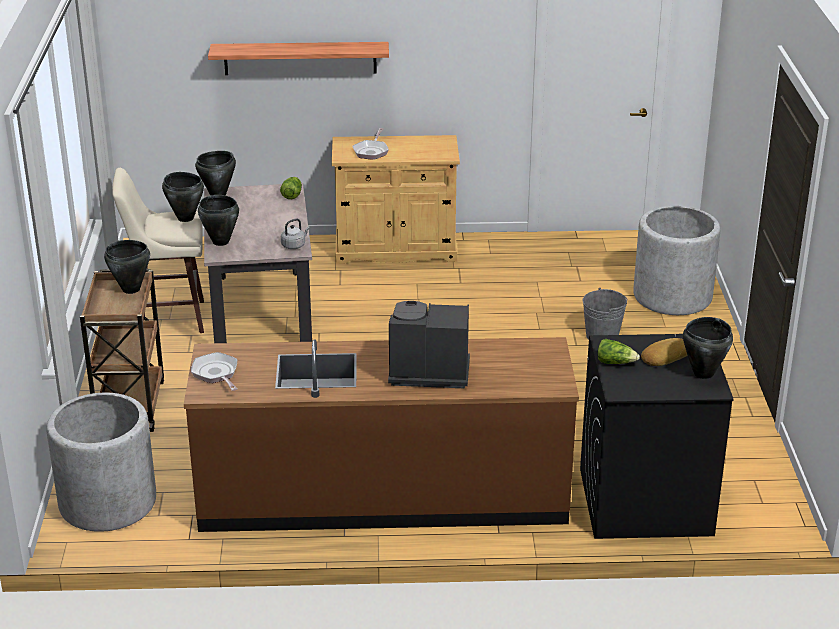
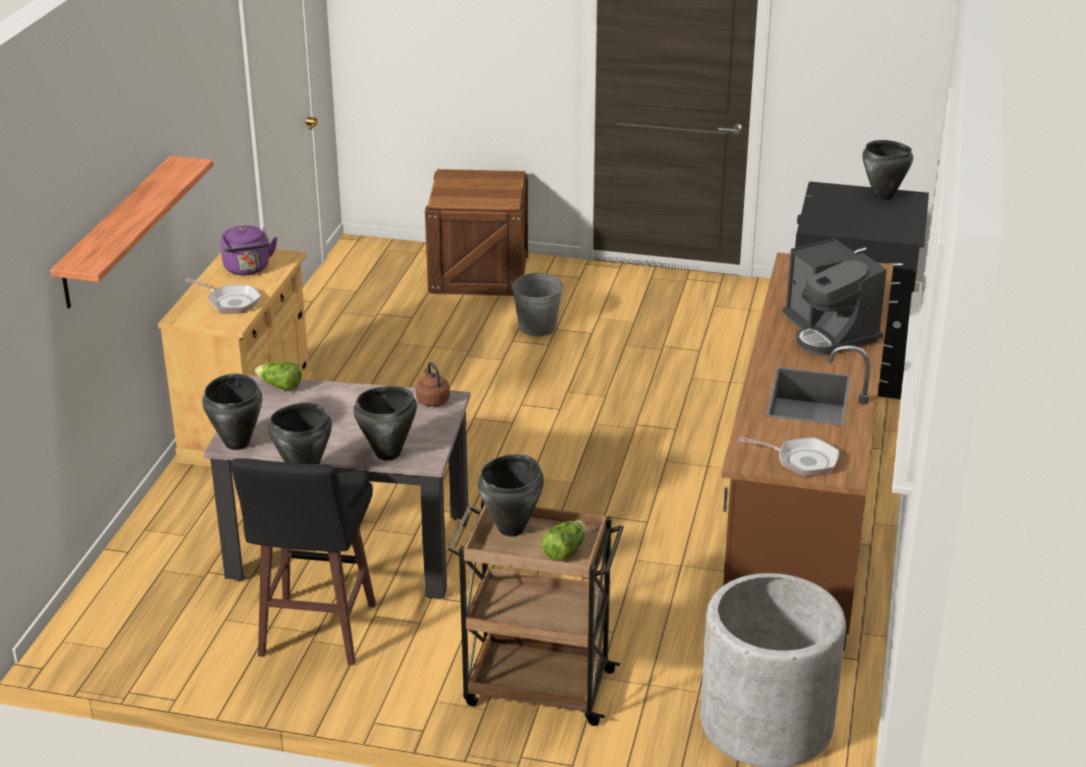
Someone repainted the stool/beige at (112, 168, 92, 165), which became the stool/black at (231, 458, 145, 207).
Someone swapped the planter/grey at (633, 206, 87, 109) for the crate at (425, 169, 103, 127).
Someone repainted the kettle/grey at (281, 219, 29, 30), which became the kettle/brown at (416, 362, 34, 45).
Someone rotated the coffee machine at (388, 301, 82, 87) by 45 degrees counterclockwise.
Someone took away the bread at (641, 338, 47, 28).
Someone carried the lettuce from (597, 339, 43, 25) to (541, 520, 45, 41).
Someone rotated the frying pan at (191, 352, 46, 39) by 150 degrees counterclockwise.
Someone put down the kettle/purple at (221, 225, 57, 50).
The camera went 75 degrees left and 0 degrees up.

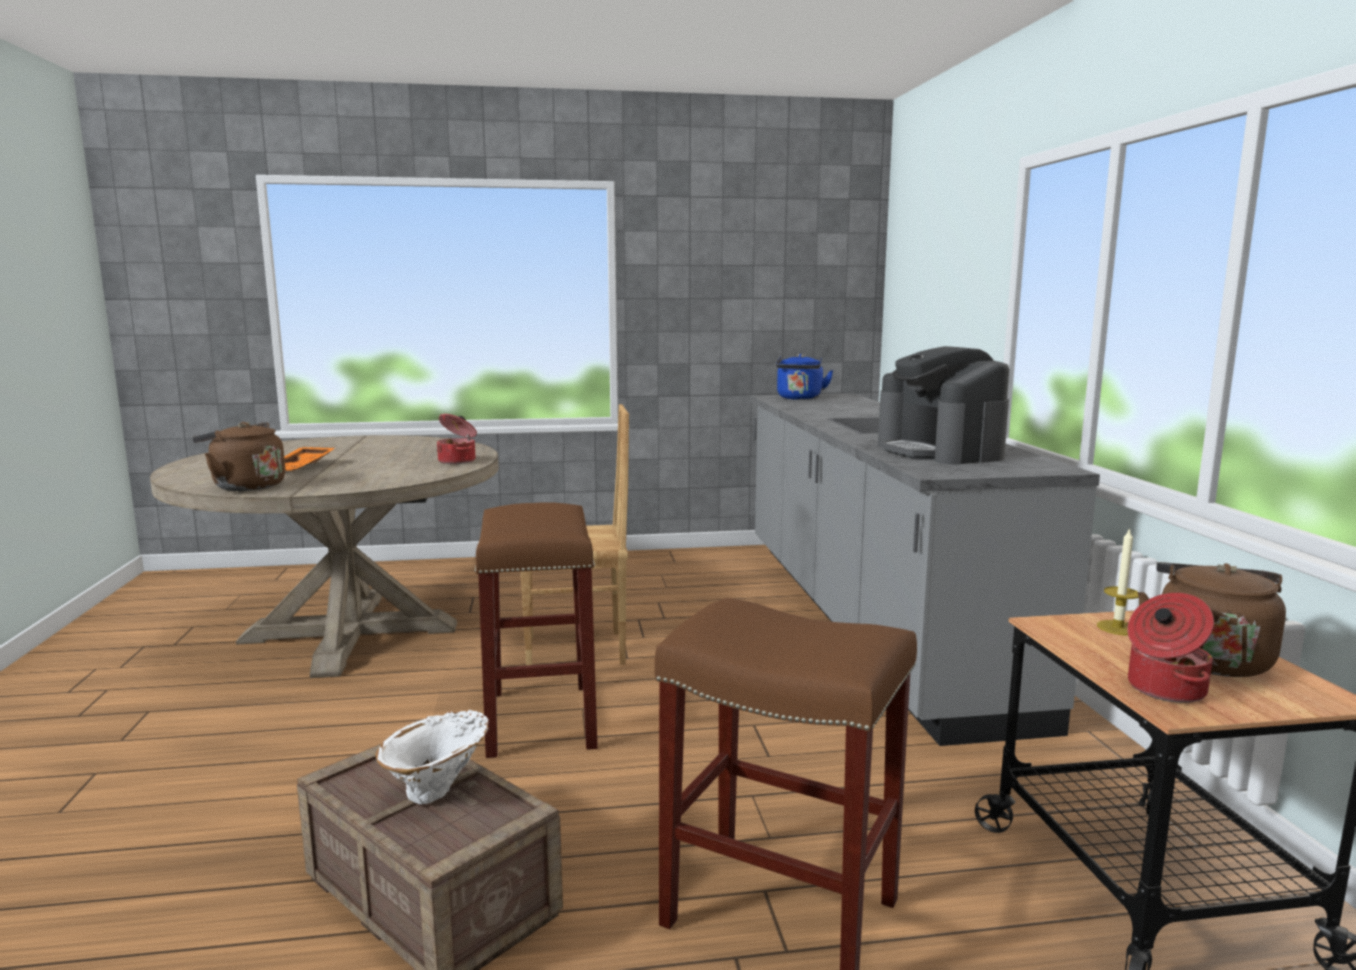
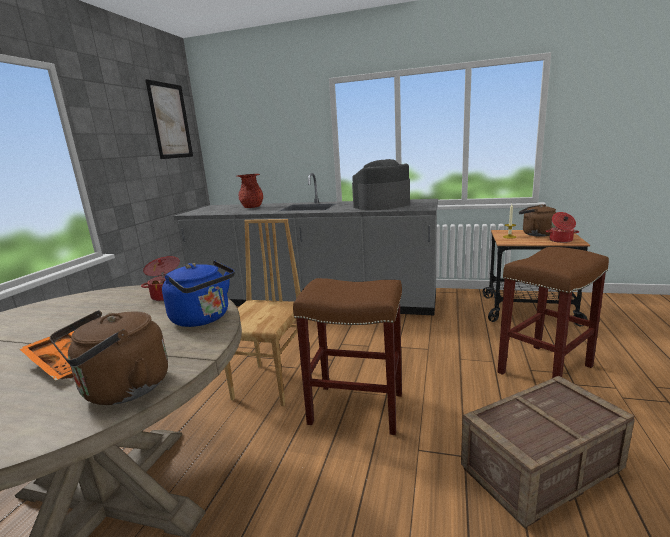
Someone rotated the coffee machine at (878, 346, 131, 119) by 150 degrees clockwise.
Someone carried the kettle/blue from (776, 354, 58, 46) to (162, 260, 73, 67).
Someone took away the vase/white at (376, 710, 113, 95).
Someone put up the picture at (145, 79, 48, 80).
Someone put down the vase/red at (237, 174, 27, 34).
The camera went 65 degrees left and 5 degrees up.

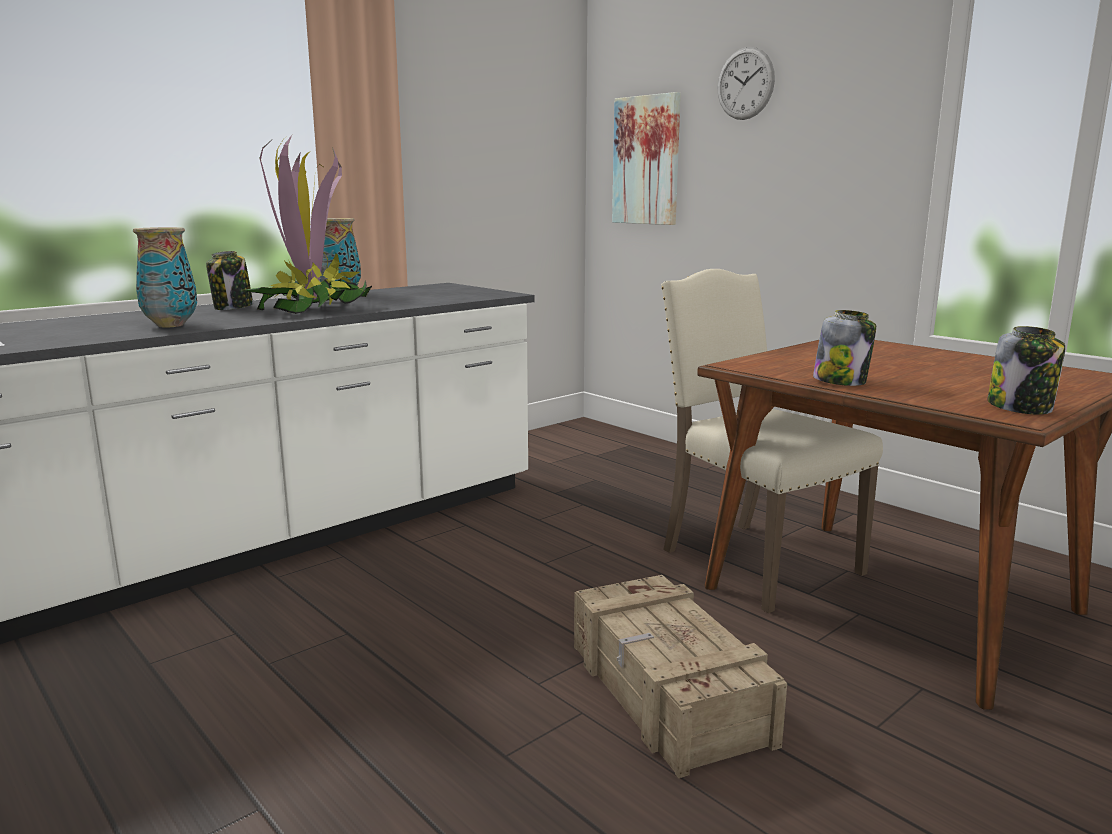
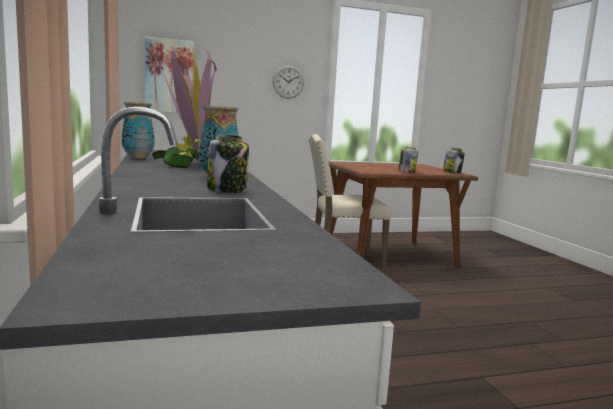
Someone carried the wall clock from (718, 47, 57, 73) to (273, 65, 31, 34).
Someone carried the jar from (206, 251, 47, 59) to (207, 135, 42, 58).
Someone took away the crate at (574, 575, 213, 203).
The camera went 65 degrees left and 5 degrees down.

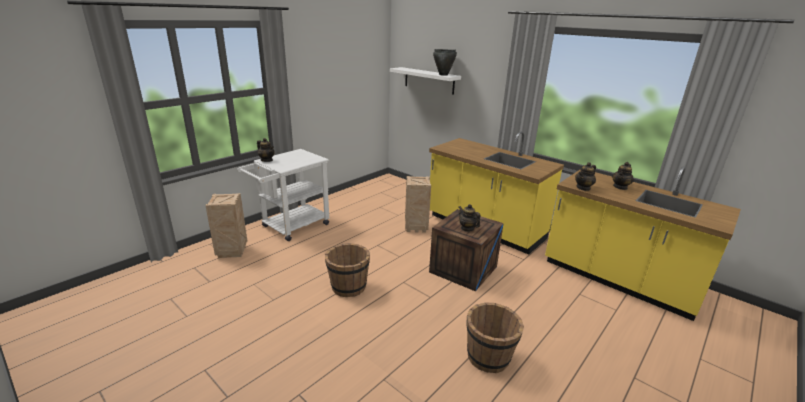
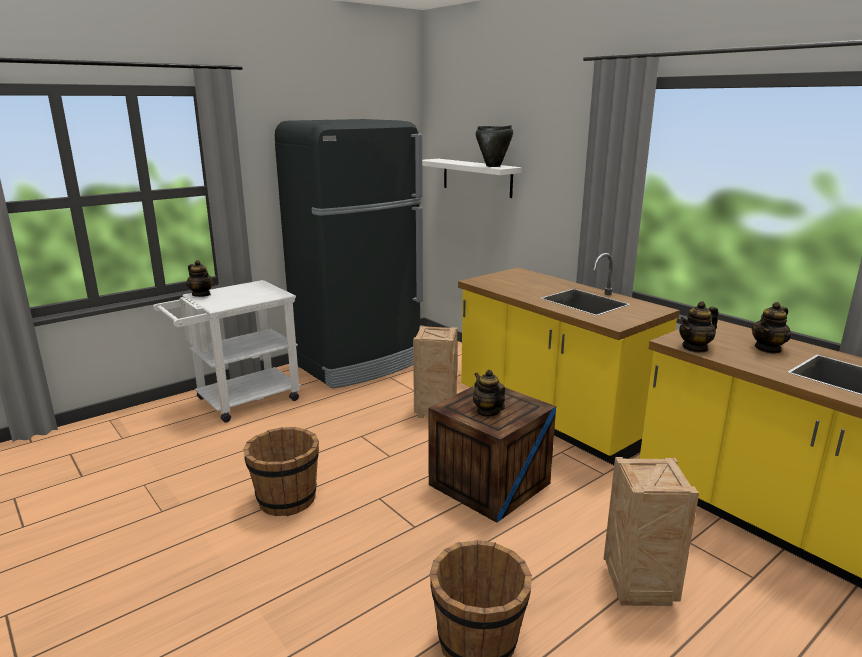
Someone carried the crate from (205, 193, 42, 65) to (603, 457, 96, 149).
Someone put down the fridge/black at (275, 119, 148, 270).
The camera went 10 degrees right and 5 degrees down.

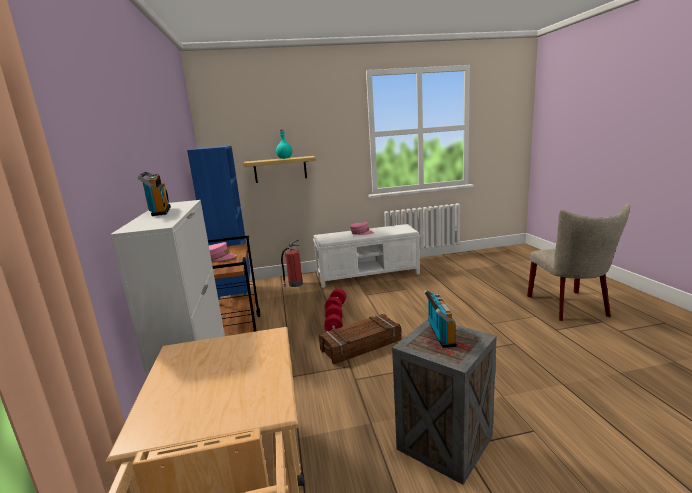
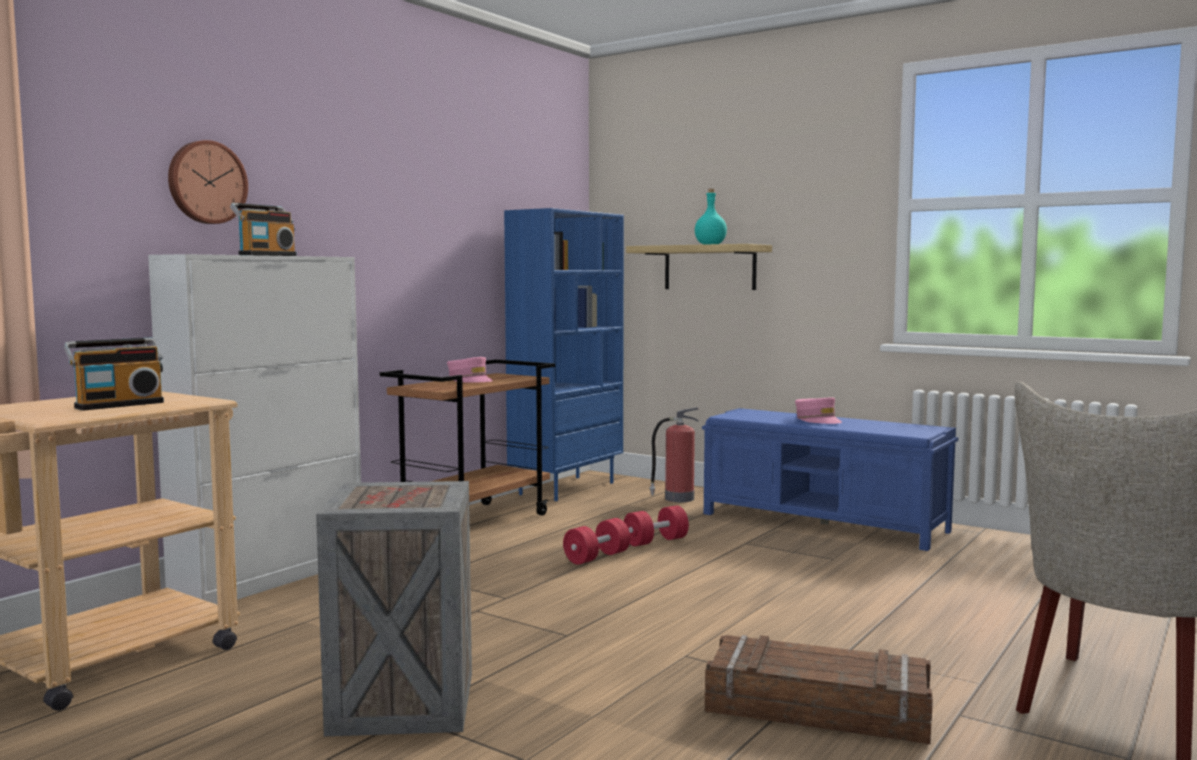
Someone repainted the bench/white at (313, 224, 108, 64), which became the bench/blue at (702, 408, 256, 143).
Someone carried the radio from (424, 289, 33, 59) to (64, 338, 100, 73).
Someone carried the crate from (319, 314, 82, 50) to (705, 635, 228, 110).
Someone put up the wall clock at (168, 140, 80, 84).
The camera went 45 degrees right and 10 degrees down.

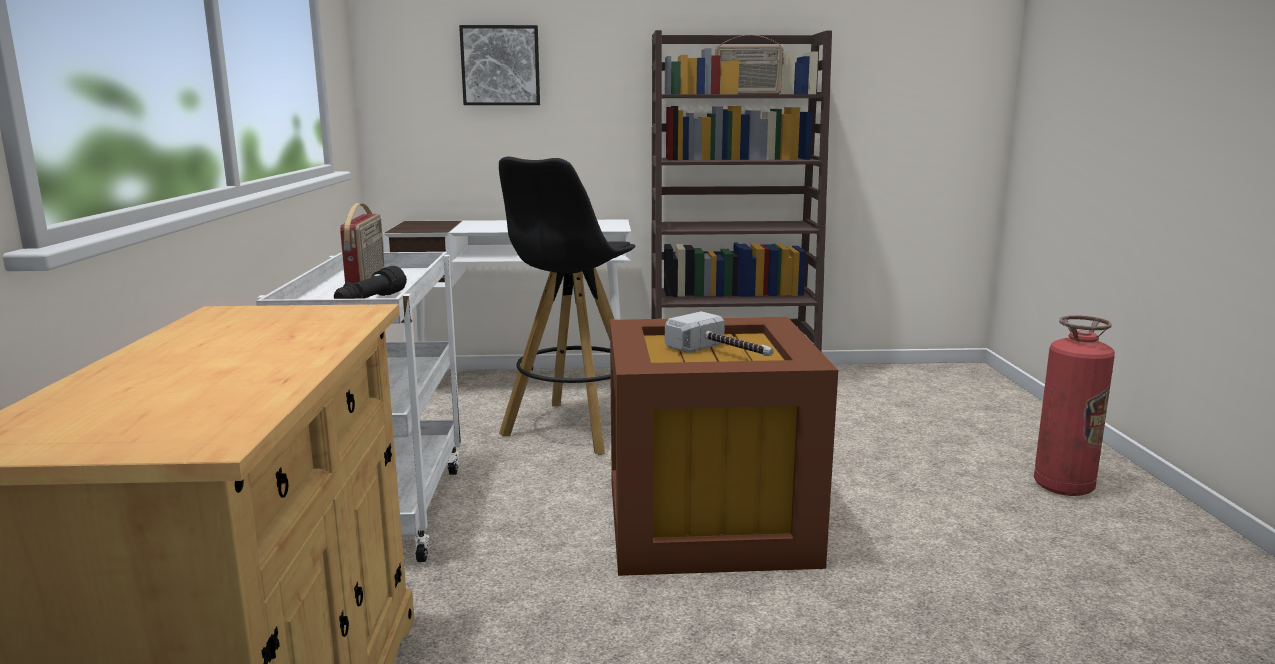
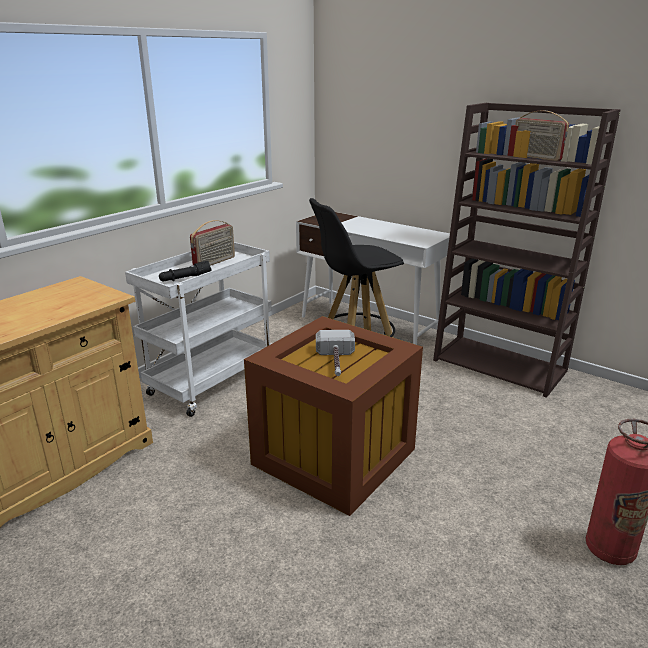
Someone took away the picture at (459, 25, 81, 80).
The camera went 40 degrees right and 10 degrees up.

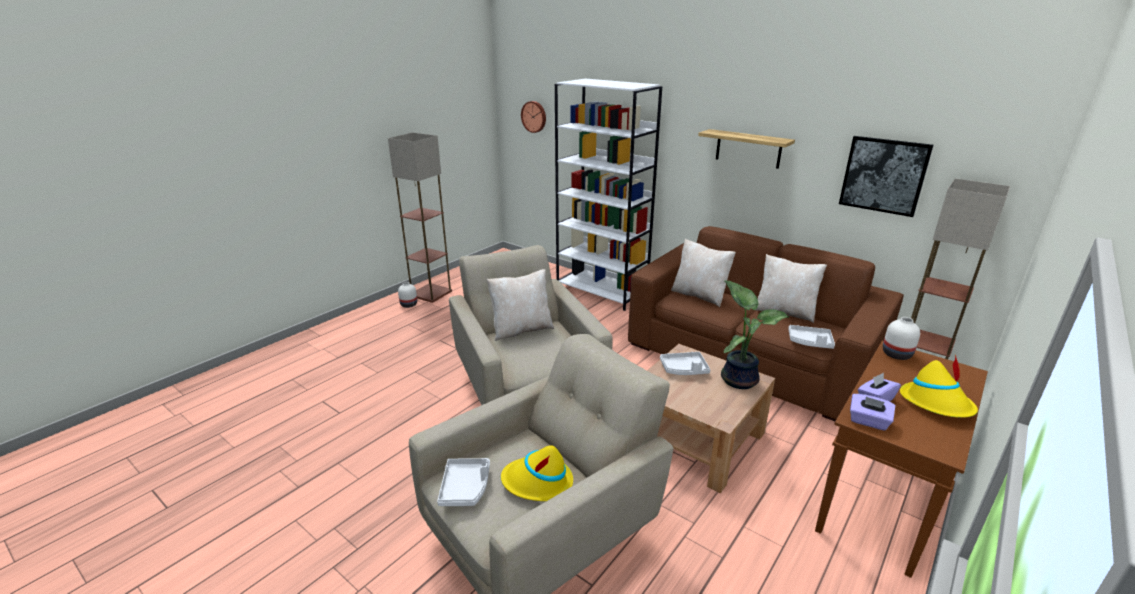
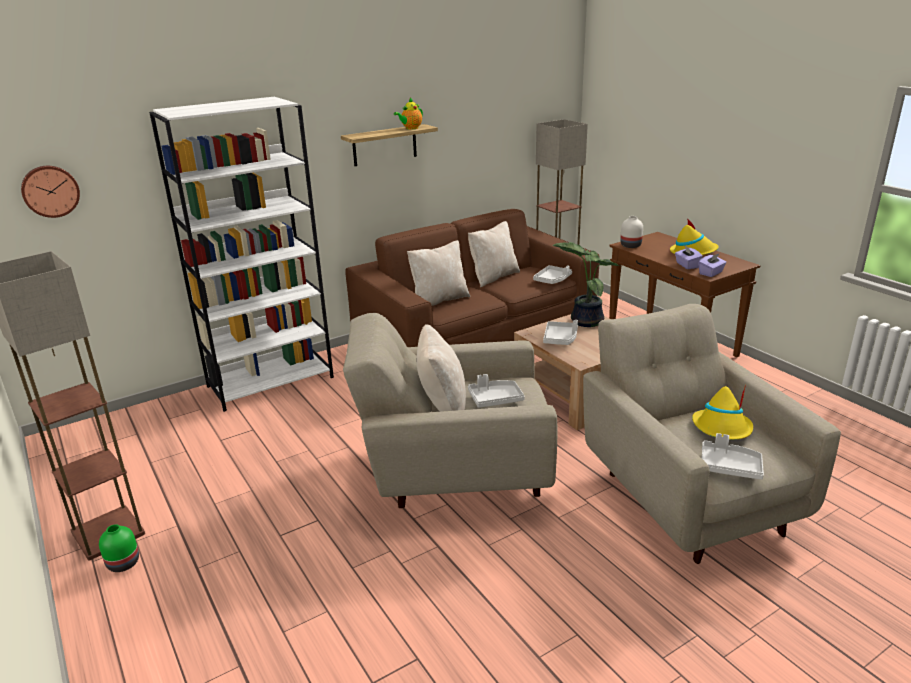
Someone took away the picture at (839, 136, 94, 81).
Someone repainted the vase/white at (398, 282, 19, 26), which became the vase/green at (99, 524, 40, 48).
Someone put down the teapot at (394, 98, 29, 31).
Someone put down the tray/grey at (468, 374, 57, 34).
The camera went 70 degrees left and 0 degrees up.

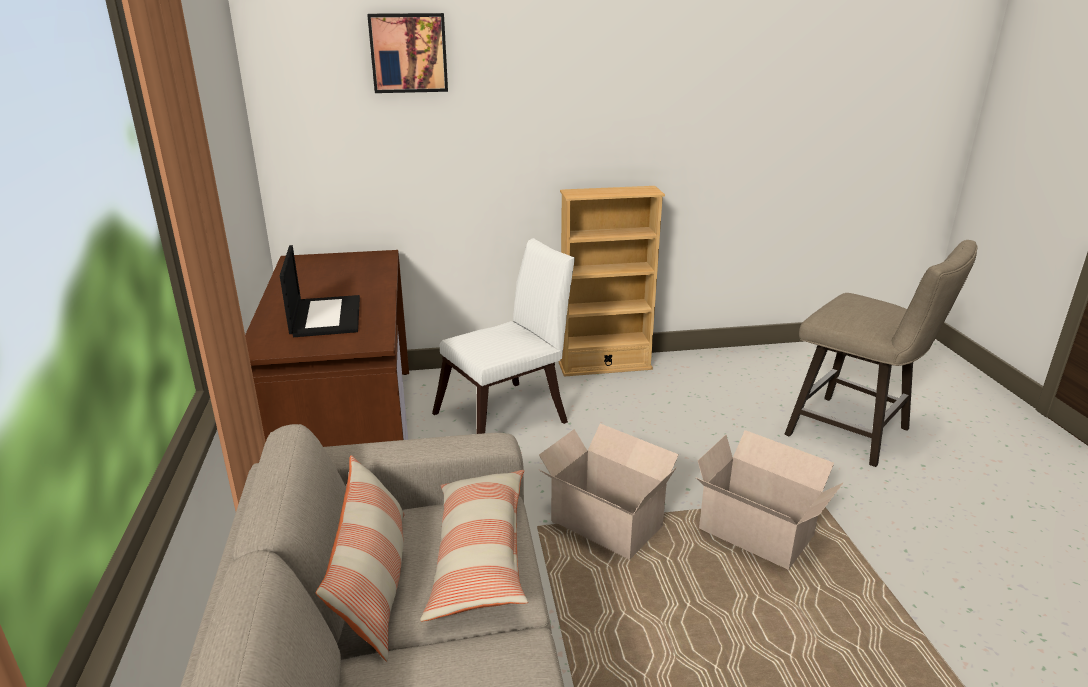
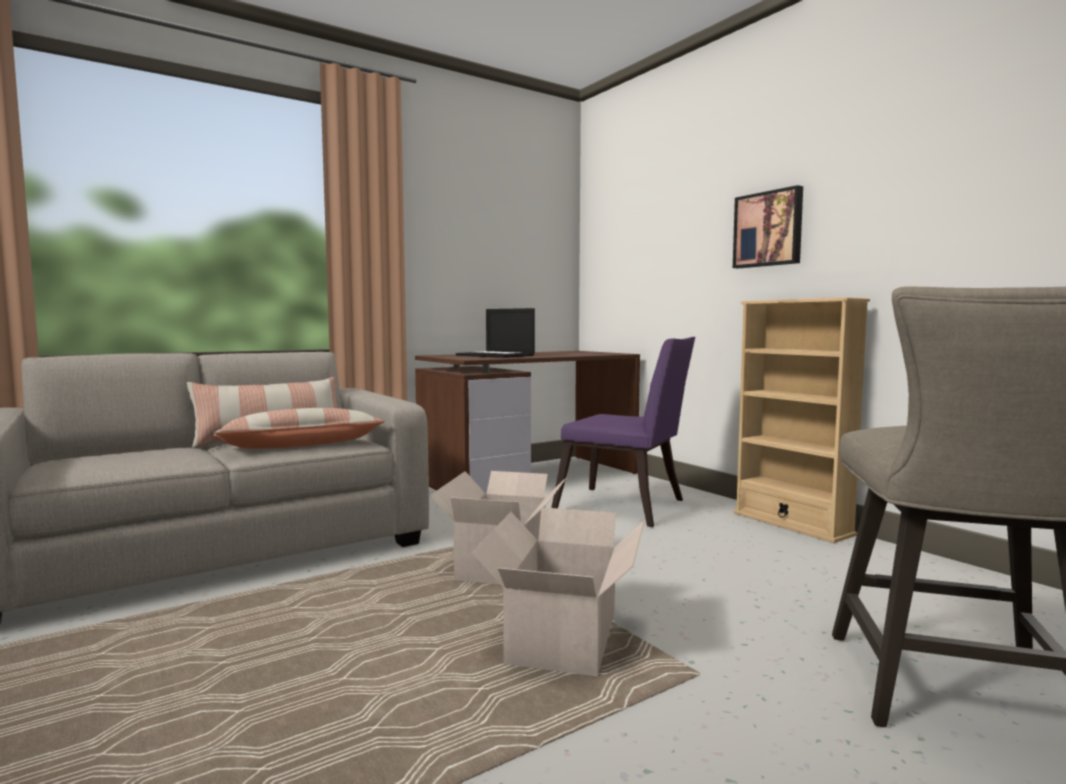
Someone carried the picture from (367, 13, 81, 80) to (733, 185, 70, 83).
Someone repainted the chair/white at (432, 238, 143, 196), which became the chair/purple at (551, 337, 144, 190).
Someone rotated the laptop at (280, 245, 80, 92) by 75 degrees clockwise.
The camera went 65 degrees right and 20 degrees down.

